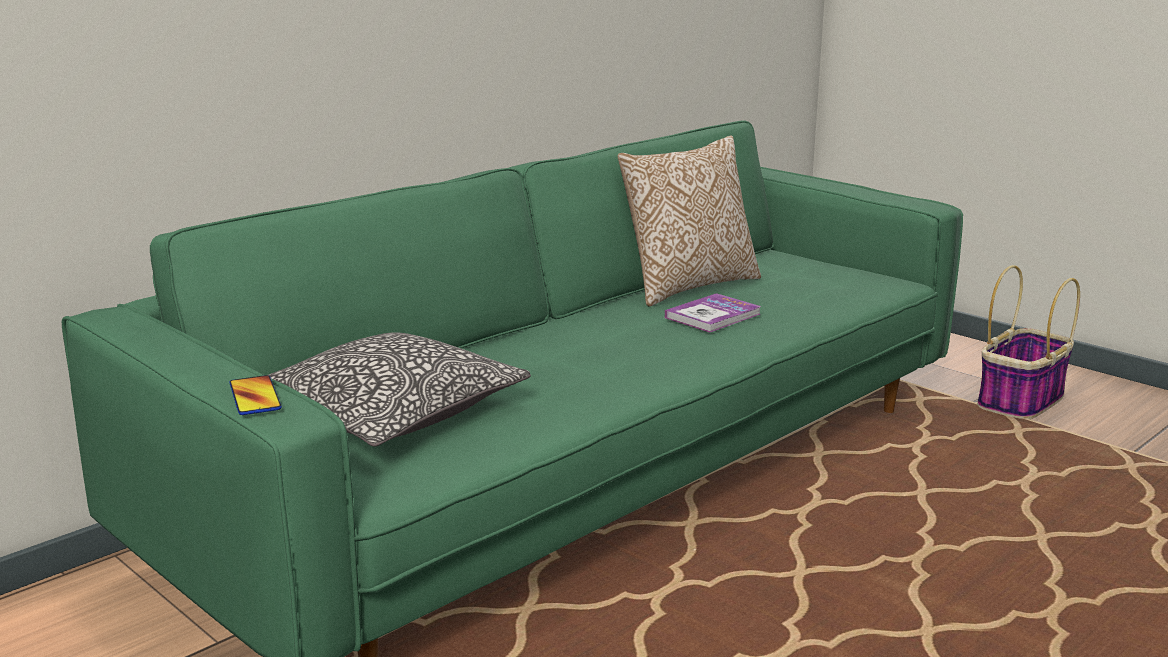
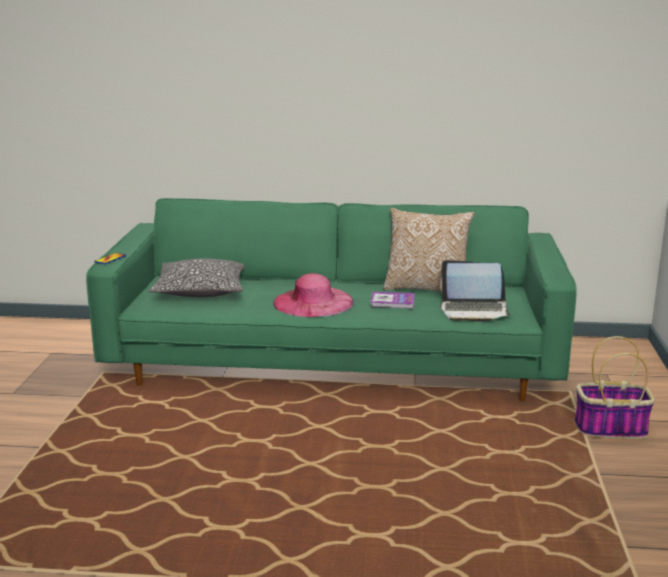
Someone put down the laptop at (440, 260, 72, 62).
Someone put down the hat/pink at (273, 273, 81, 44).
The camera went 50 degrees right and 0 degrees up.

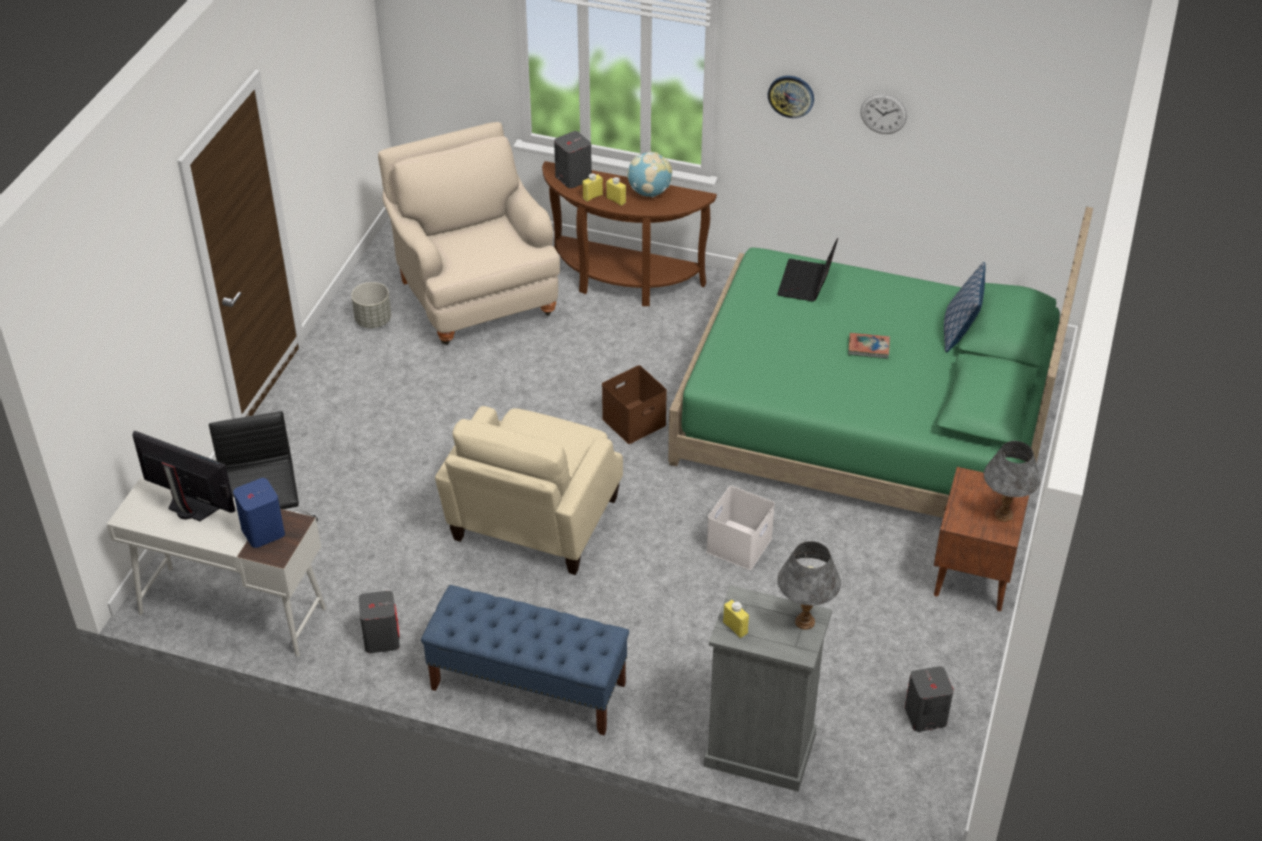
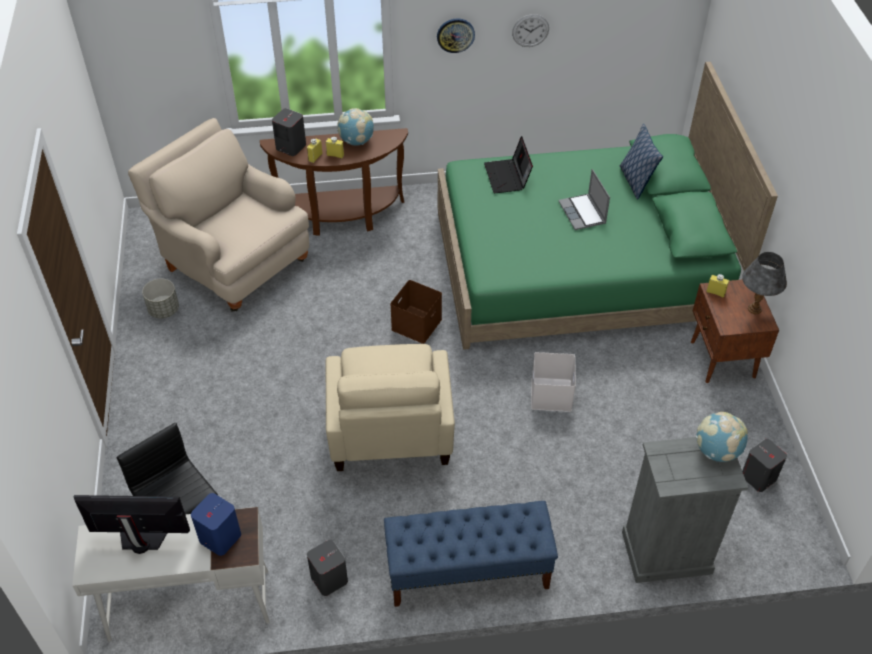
Someone swapped the book at (848, 333, 42, 26) for the laptop at (558, 169, 52, 61).
Someone swapped the table lamp/grey at (777, 541, 64, 89) for the globe at (695, 412, 53, 50).
Someone carried the bottle/yellow from (723, 600, 26, 38) to (706, 274, 23, 24).
The camera went 25 degrees left and 5 degrees up.

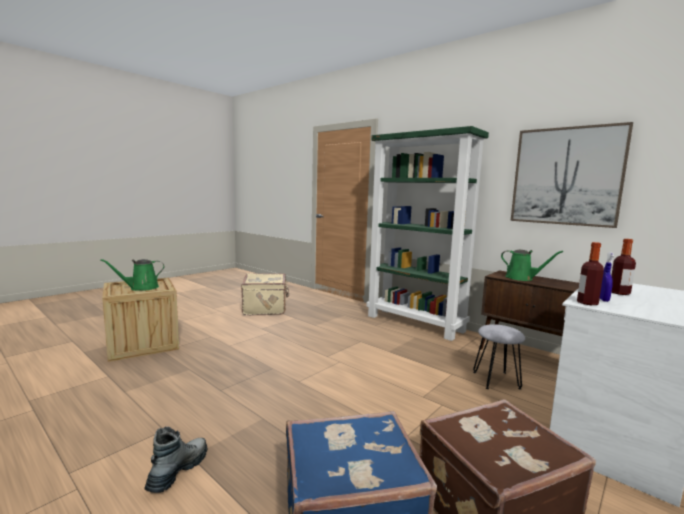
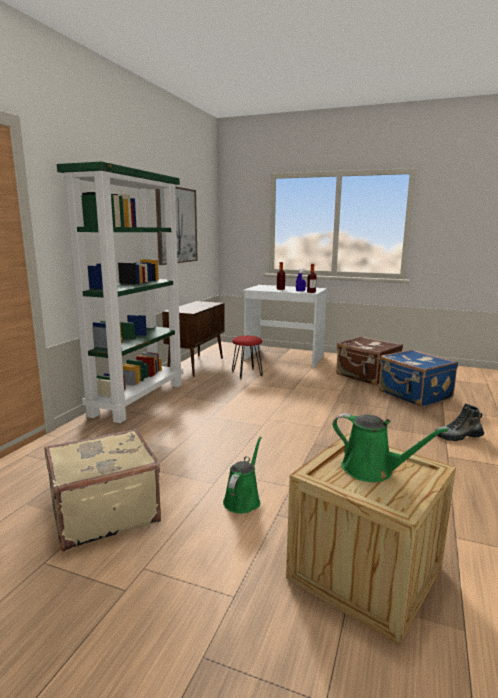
Someone carried the watering can/green from (501, 250, 62, 31) to (223, 437, 39, 77).
Someone repainted the stool/grey at (473, 324, 52, 66), which became the stool/red at (232, 336, 31, 43).
The camera went 110 degrees left and 5 degrees up.

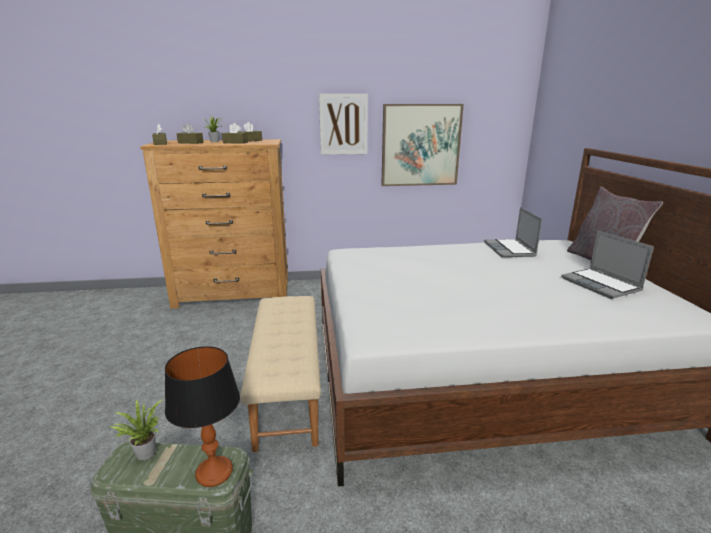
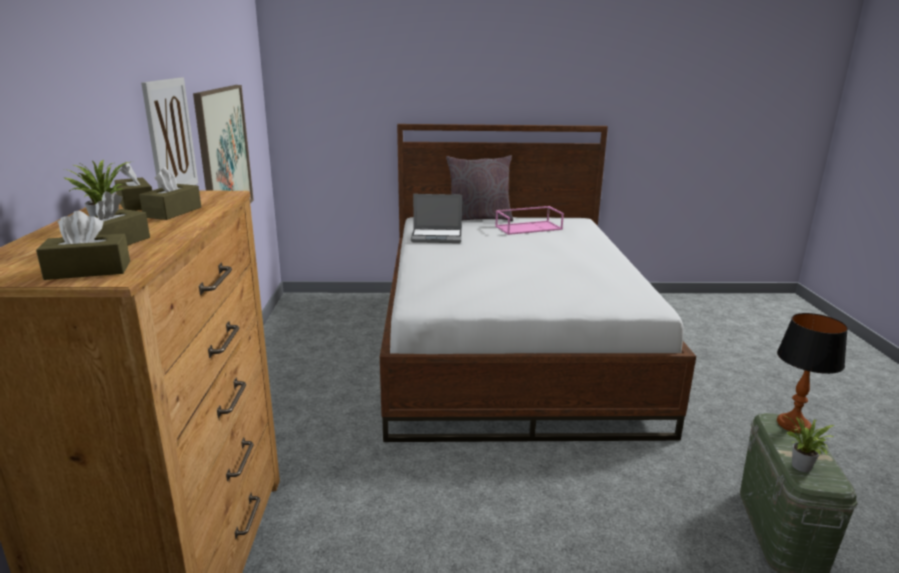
Someone swapped the laptop at (561, 230, 93, 69) for the tray/pink at (495, 206, 69, 29).
Someone took away the bench/beige at (240, 296, 81, 156).
The camera went 85 degrees left and 0 degrees up.

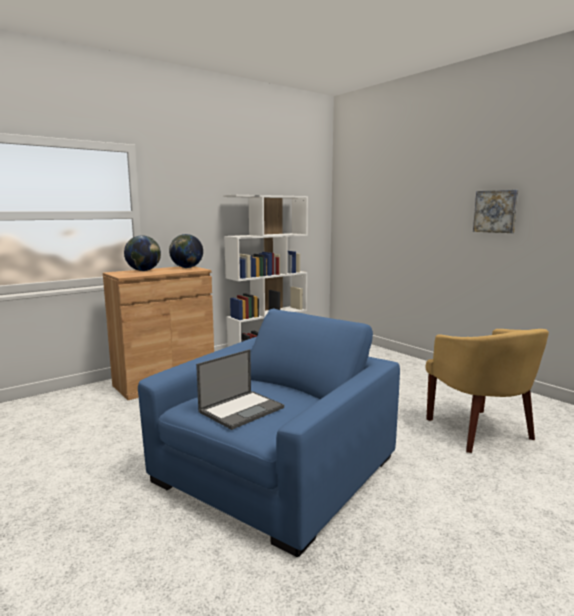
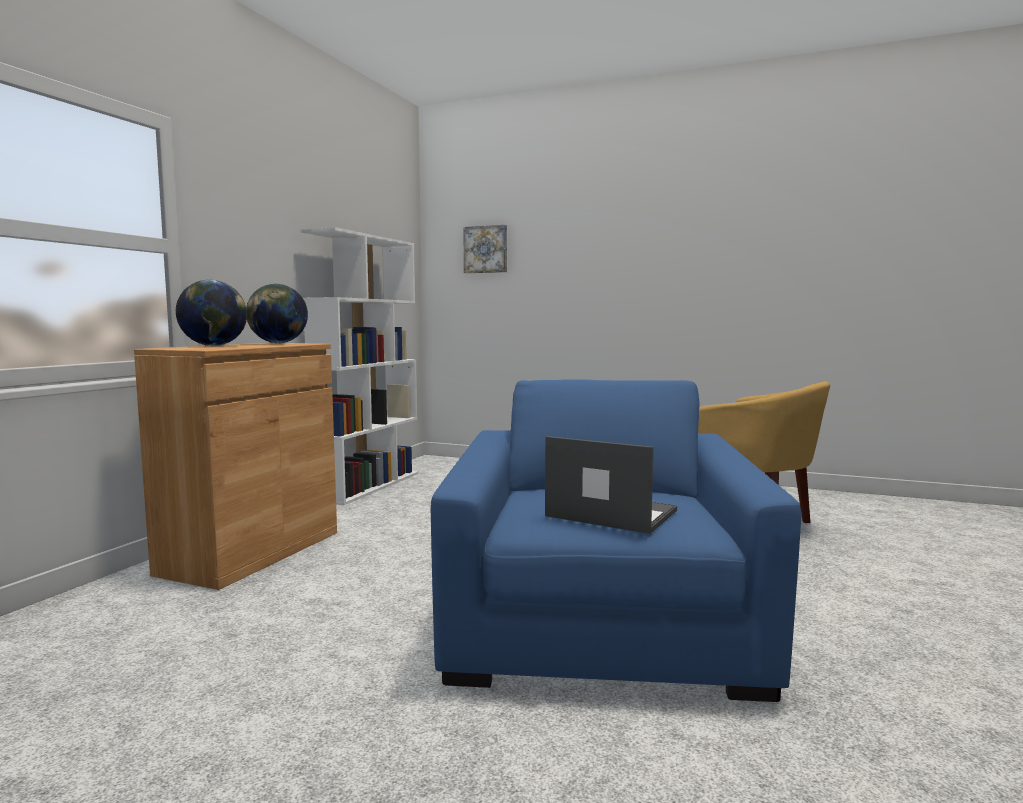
Someone carried the picture from (473, 190, 45, 43) to (463, 225, 44, 48).
Someone rotated the laptop at (196, 349, 88, 81) by 75 degrees counterclockwise.
The camera went 30 degrees left and 5 degrees down.

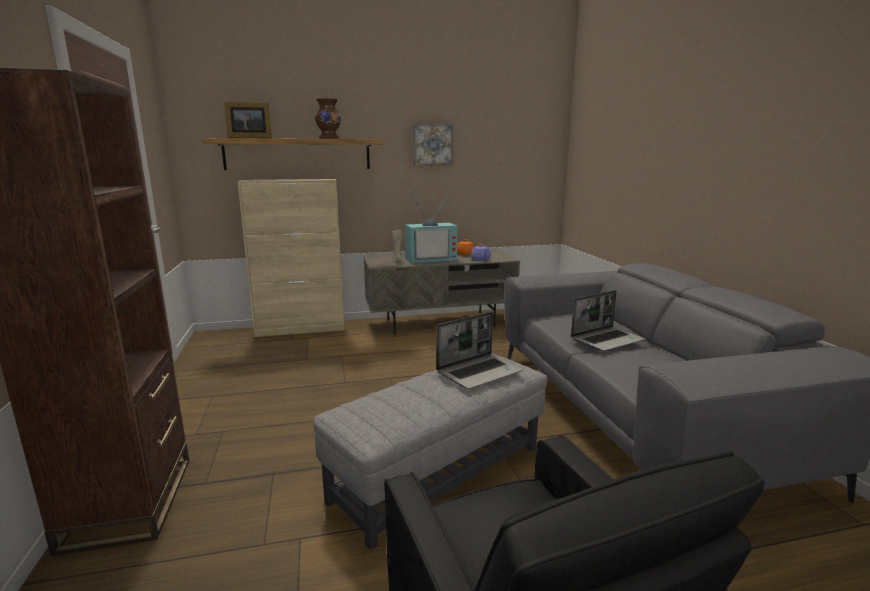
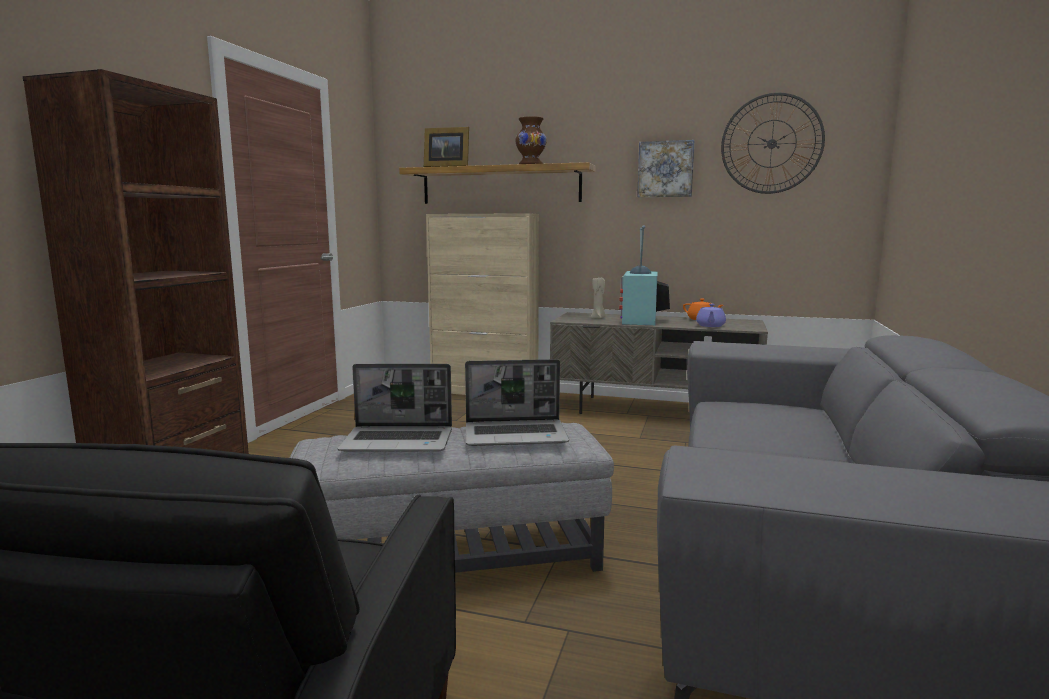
Someone rotated the television at (405, 189, 52, 75) by 90 degrees clockwise.
Someone carried the laptop from (571, 290, 74, 61) to (337, 364, 115, 88).
Someone put up the wall clock at (721, 93, 104, 101).
The camera went 30 degrees right and 5 degrees down.

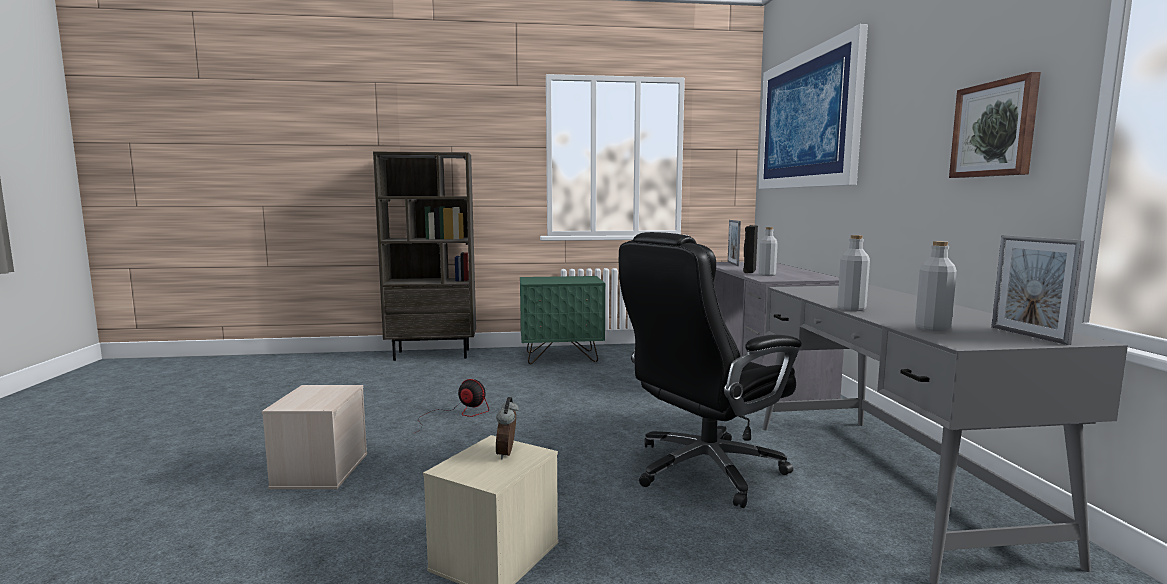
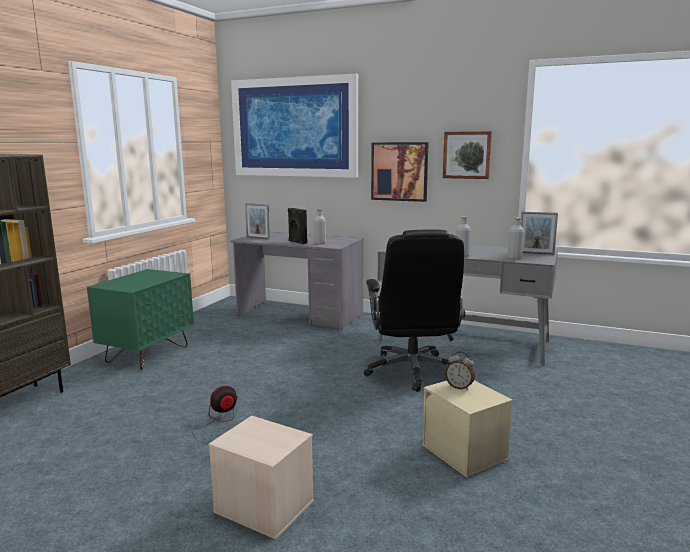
Someone put up the picture at (371, 142, 58, 60).
The camera went 60 degrees left and 5 degrees up.

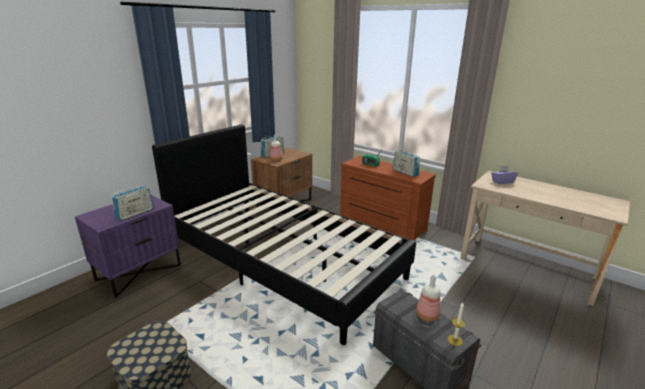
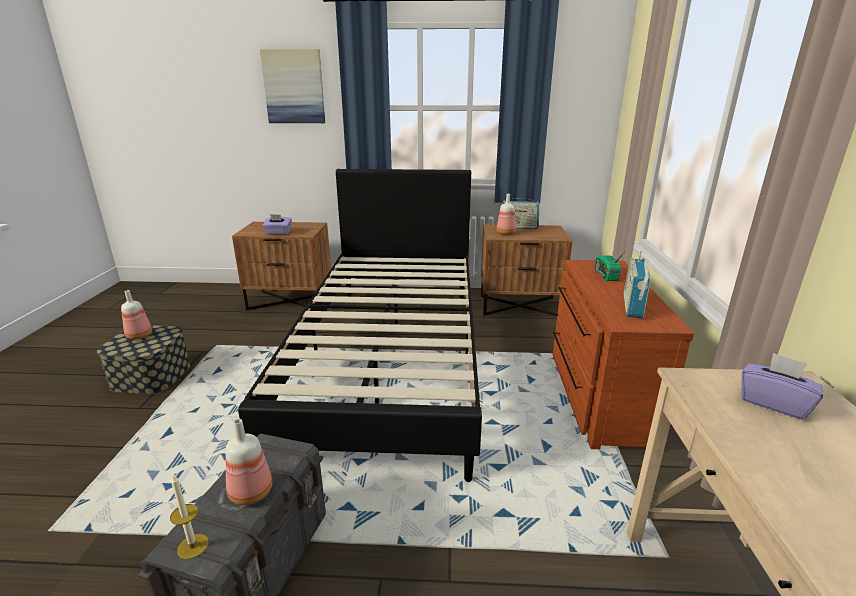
Someone swapped the radio at (112, 186, 42, 35) for the tissue box/purple at (263, 214, 29, 21).
Someone repainted the nightstand/purple at (75, 195, 106, 103), which became the nightstand/brown at (232, 222, 99, 89).
Someone put up the picture at (260, 49, 65, 74).
Someone put down the bottle at (121, 290, 31, 50).
The camera went 55 degrees right and 0 degrees up.

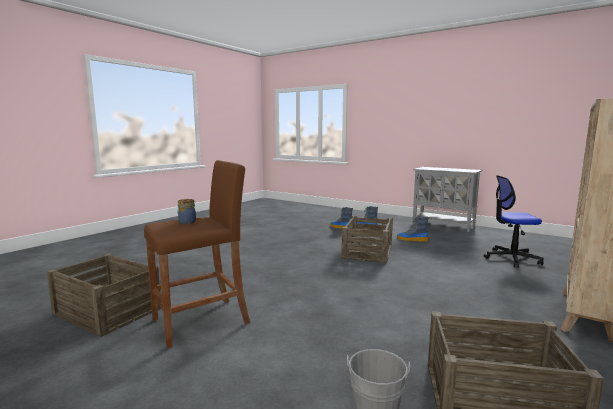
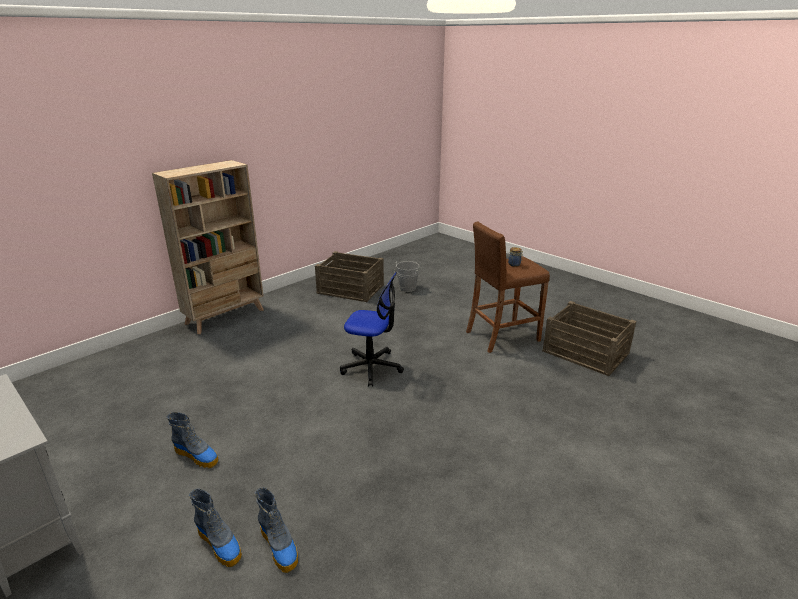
Someone carried the office chair from (484, 175, 60, 93) to (340, 272, 64, 115).
Someone took away the crate at (341, 216, 52, 47).
The camera went 170 degrees left and 15 degrees up.

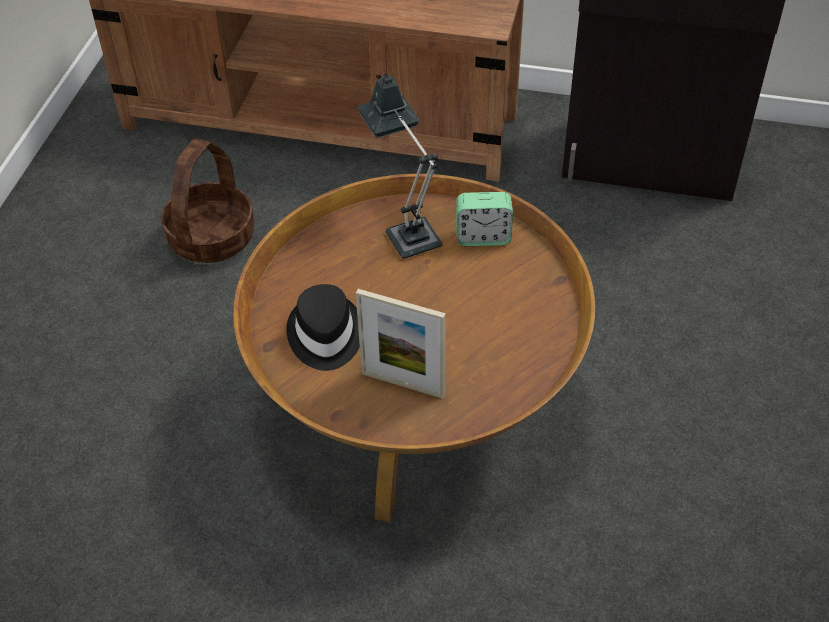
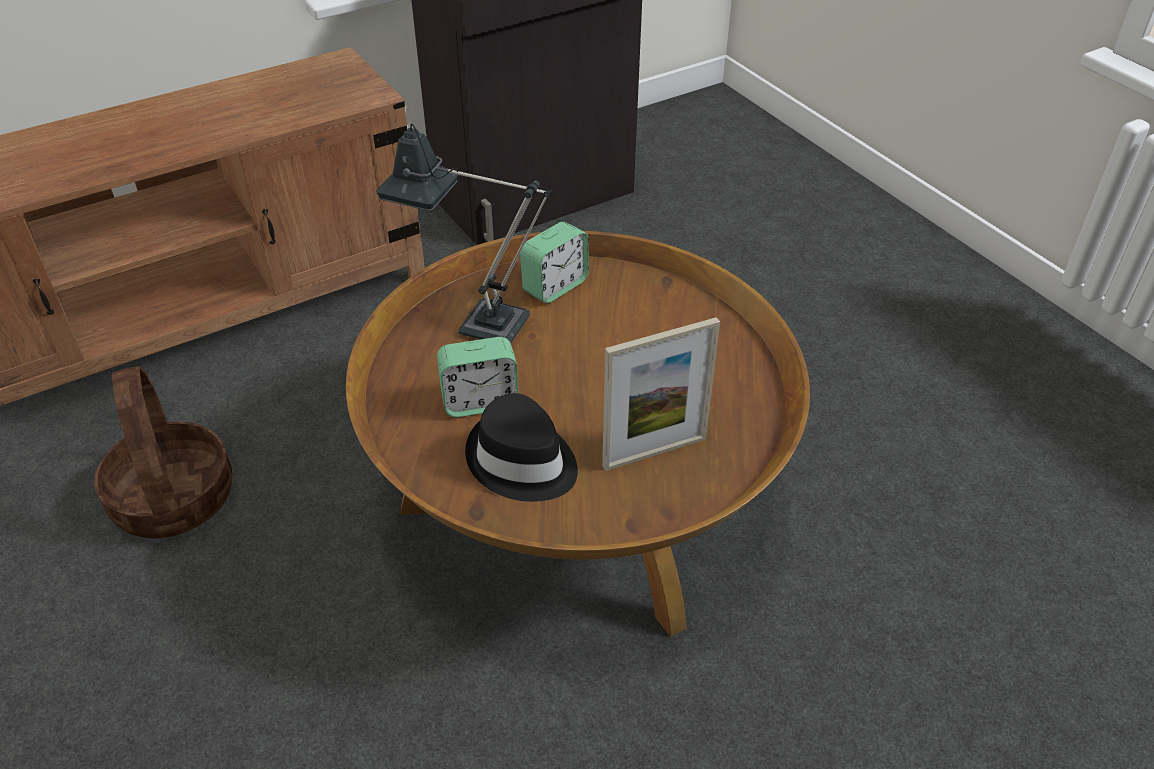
Someone put down the alarm clock at (437, 337, 82, 81).
The camera went 45 degrees left and 5 degrees down.

